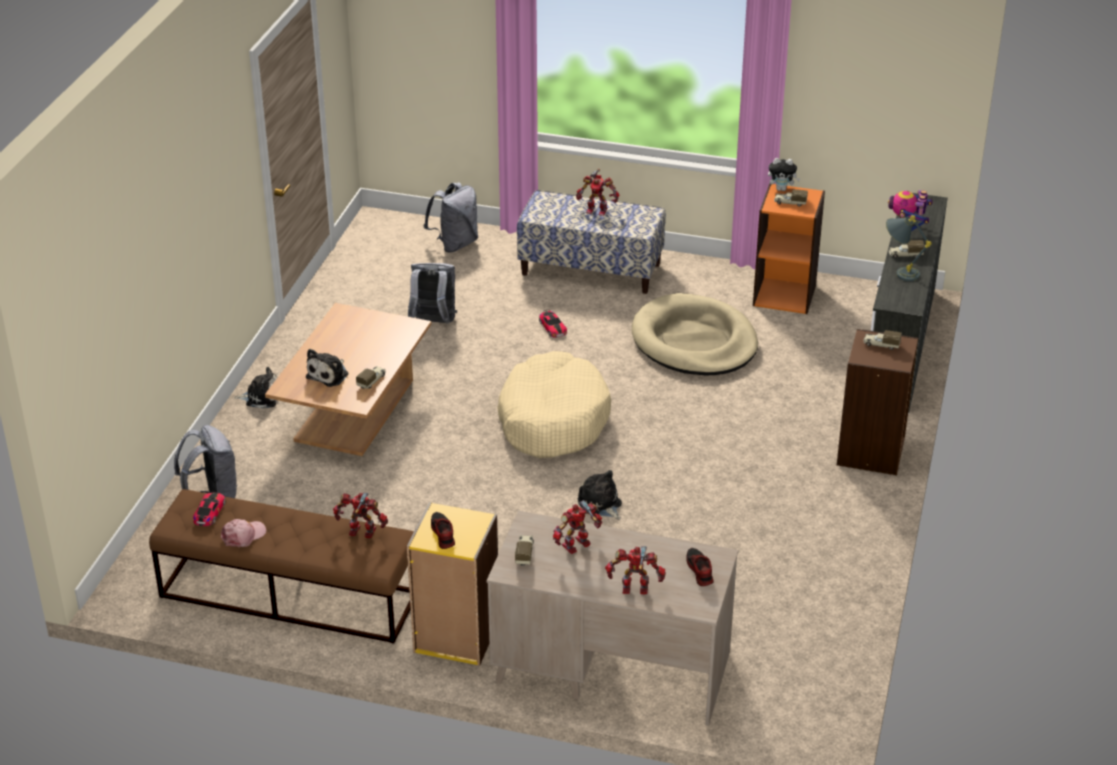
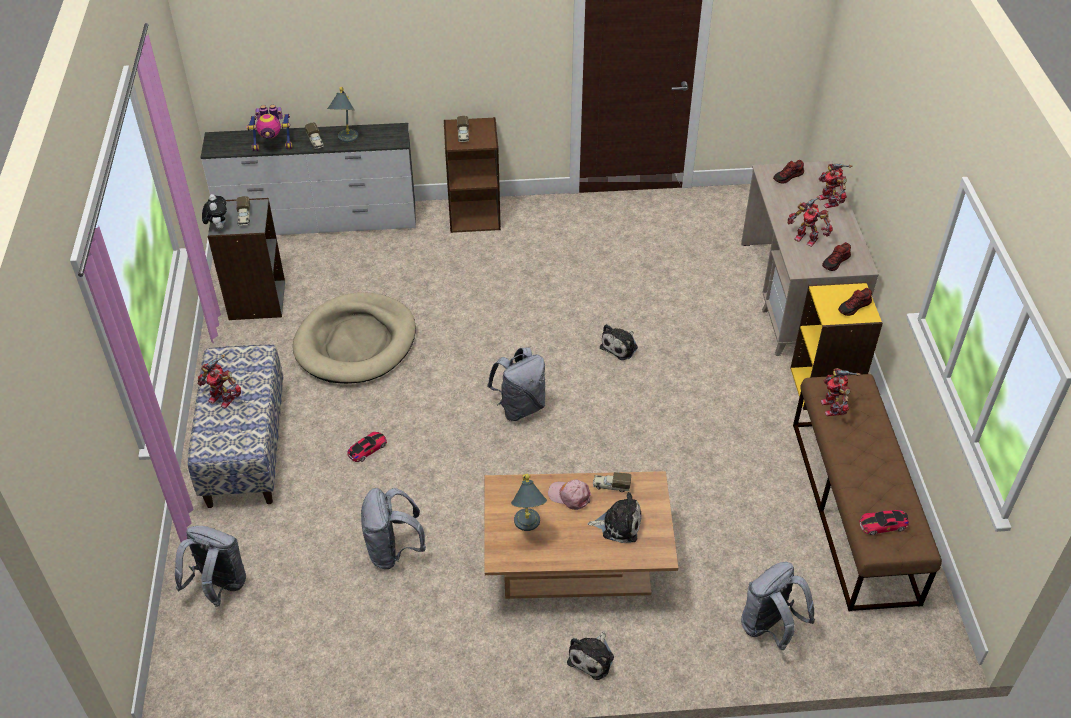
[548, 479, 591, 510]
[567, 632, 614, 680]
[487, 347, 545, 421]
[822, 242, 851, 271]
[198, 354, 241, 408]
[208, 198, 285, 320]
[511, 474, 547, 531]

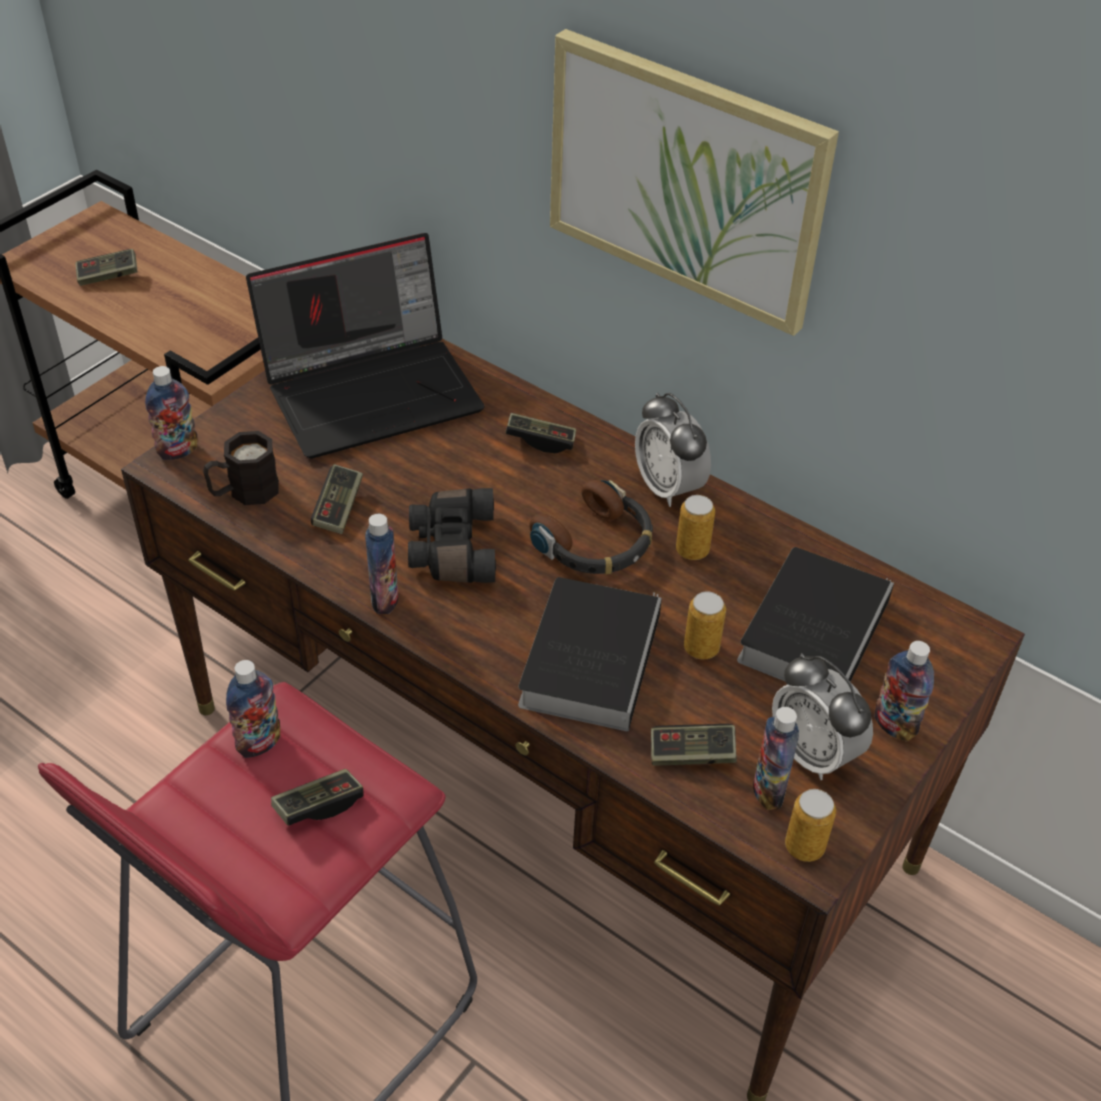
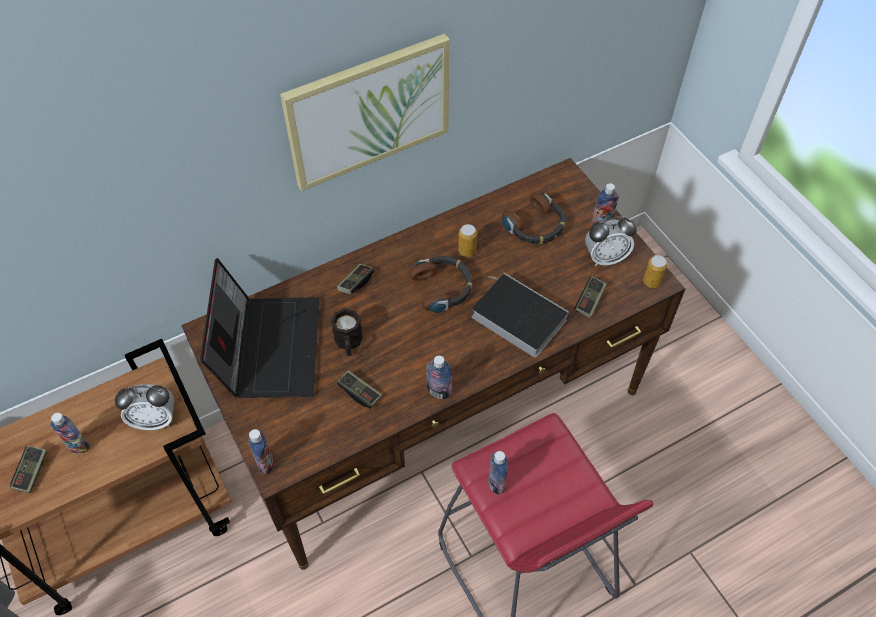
[331, 308, 363, 356]
[271, 769, 364, 826] (first image)
[408, 488, 496, 583] (first image)
[115, 384, 174, 430]
[684, 591, 726, 659] (first image)
[502, 192, 566, 244]
[50, 413, 90, 453]

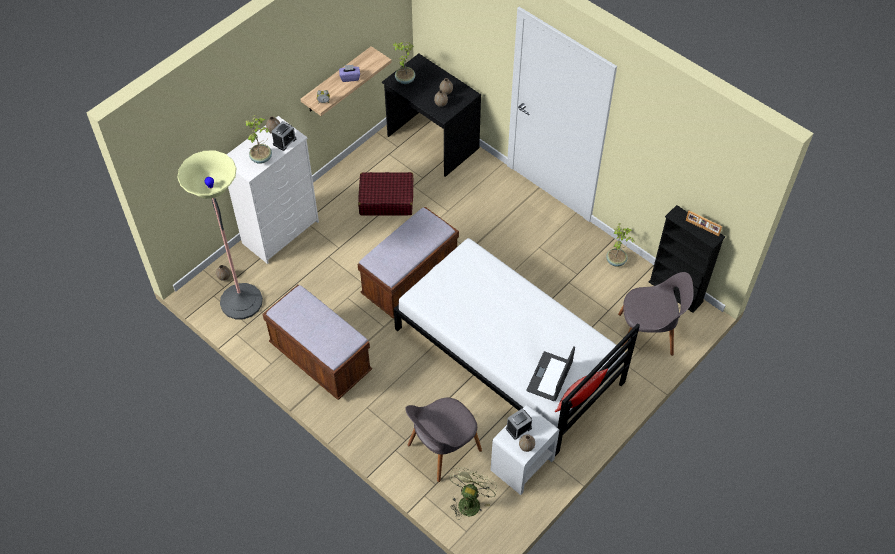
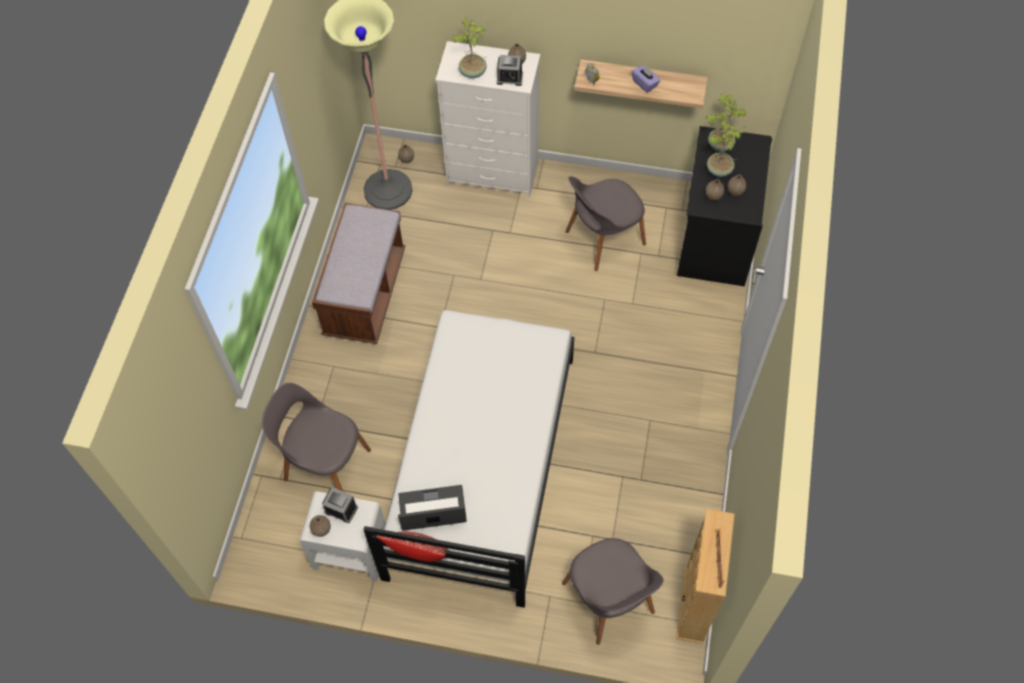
[357, 207, 459, 319] (first image)
[565, 176, 646, 271]
[449, 467, 498, 520] (first image)
[707, 120, 746, 177]
[676, 509, 735, 644]

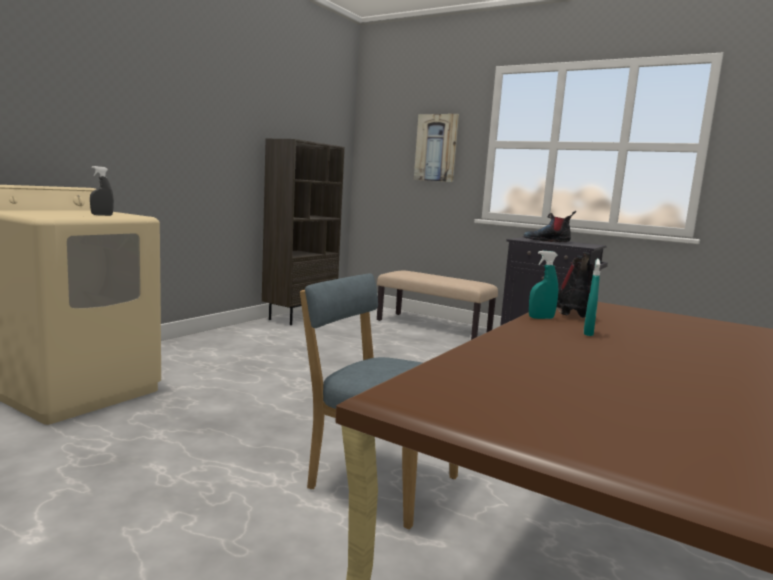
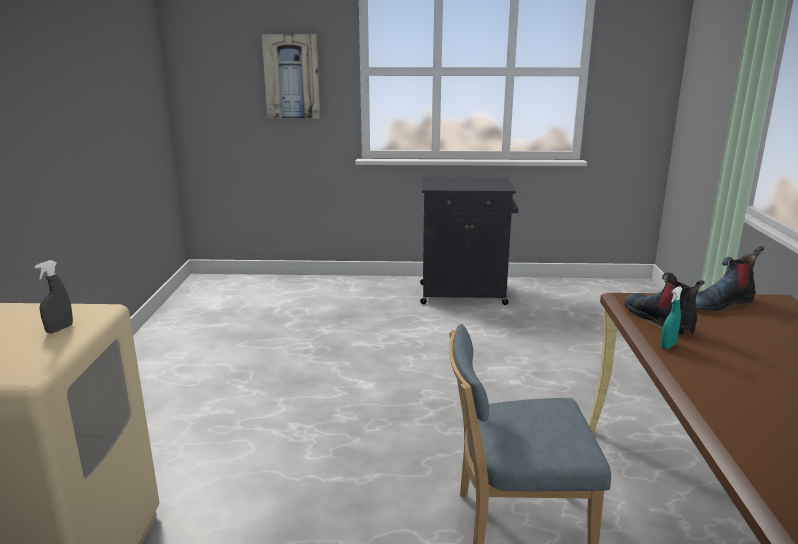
[262, 139, 345, 325] (first image)
[377, 270, 498, 340] (first image)
[696, 246, 764, 311]
[584, 259, 600, 336] (first image)

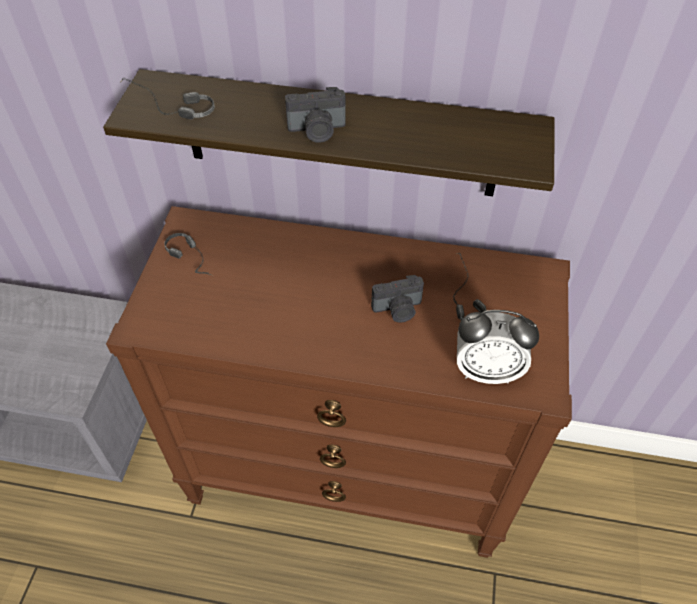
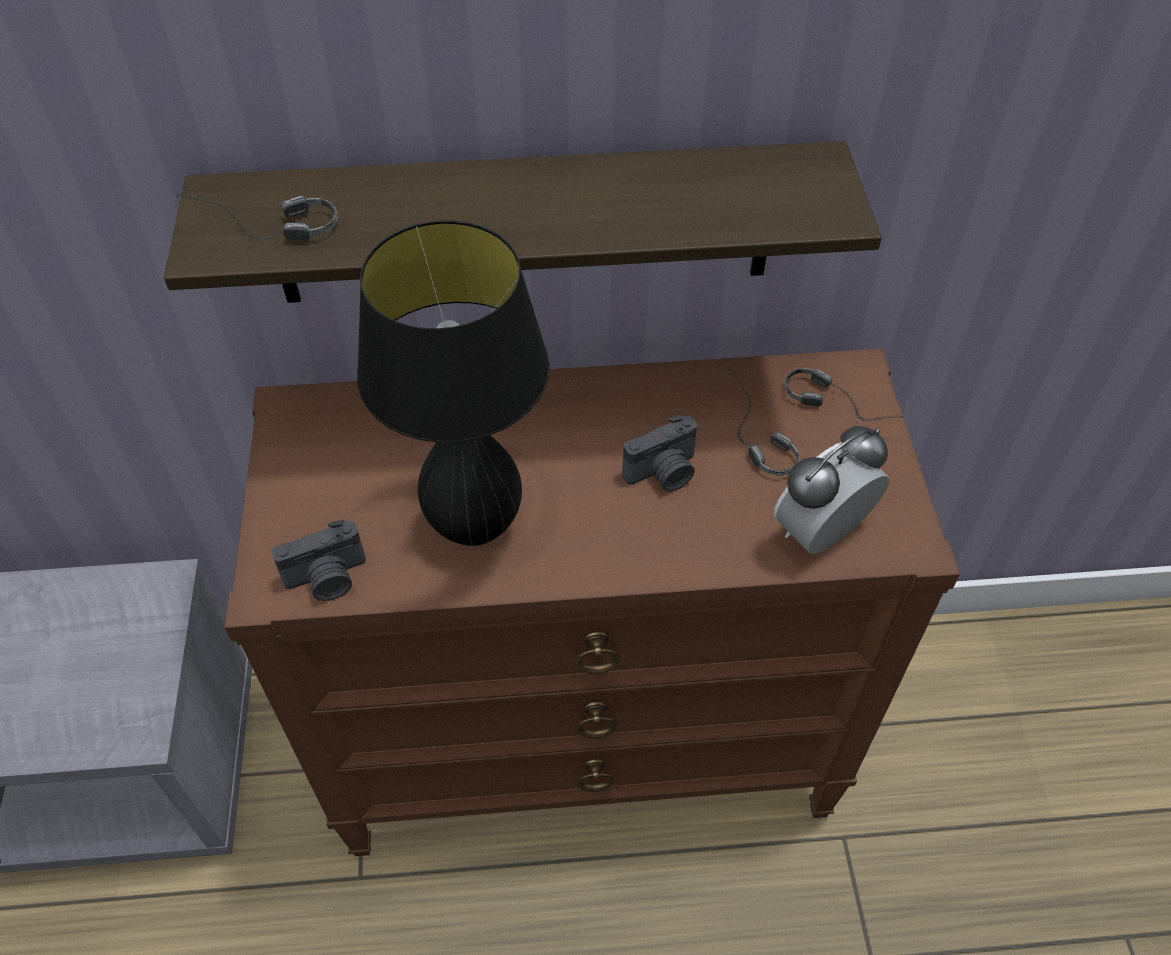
[784, 368, 905, 421]
[271, 519, 366, 601]
[773, 426, 889, 554]
[357, 220, 550, 546]

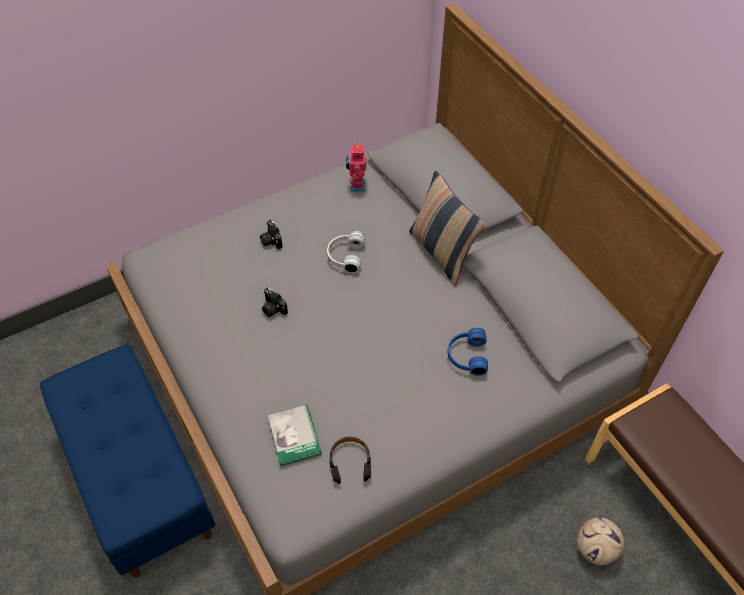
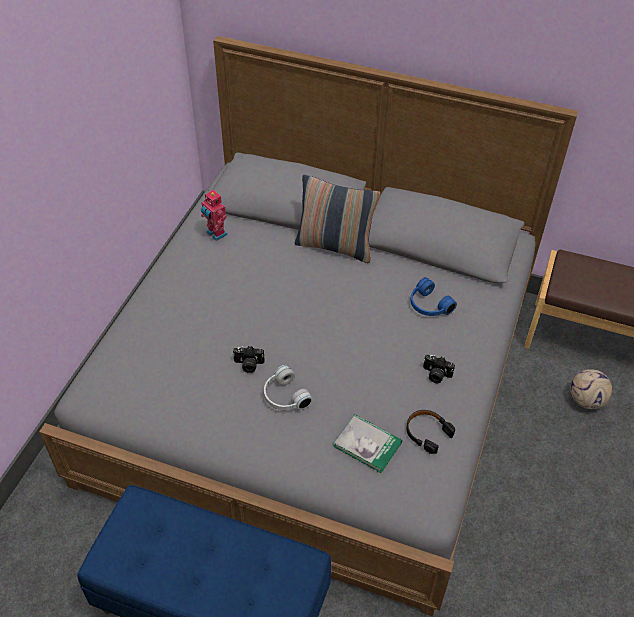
[423, 355, 455, 383]
[264, 365, 313, 410]

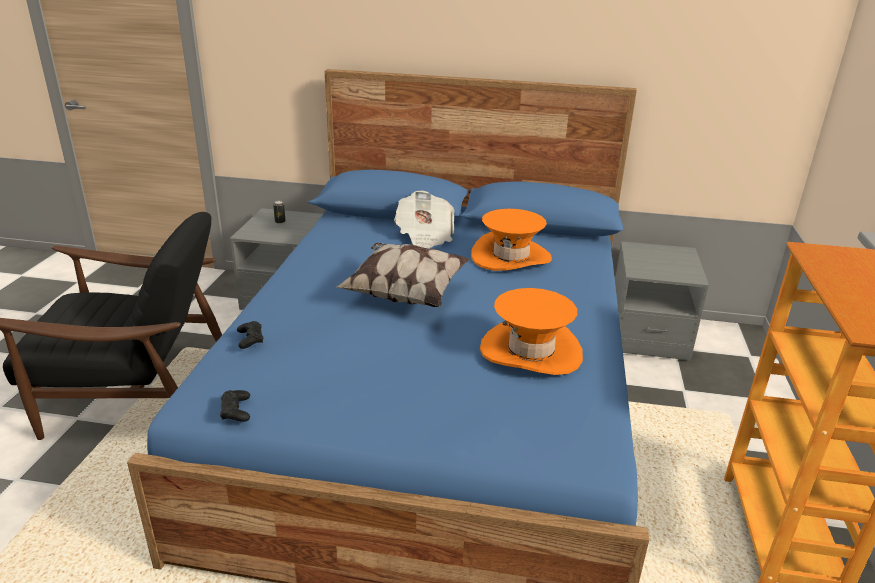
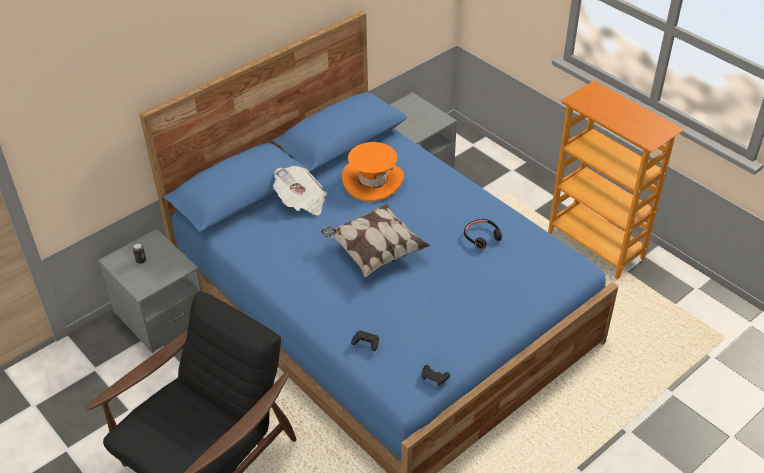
[464, 219, 502, 249]

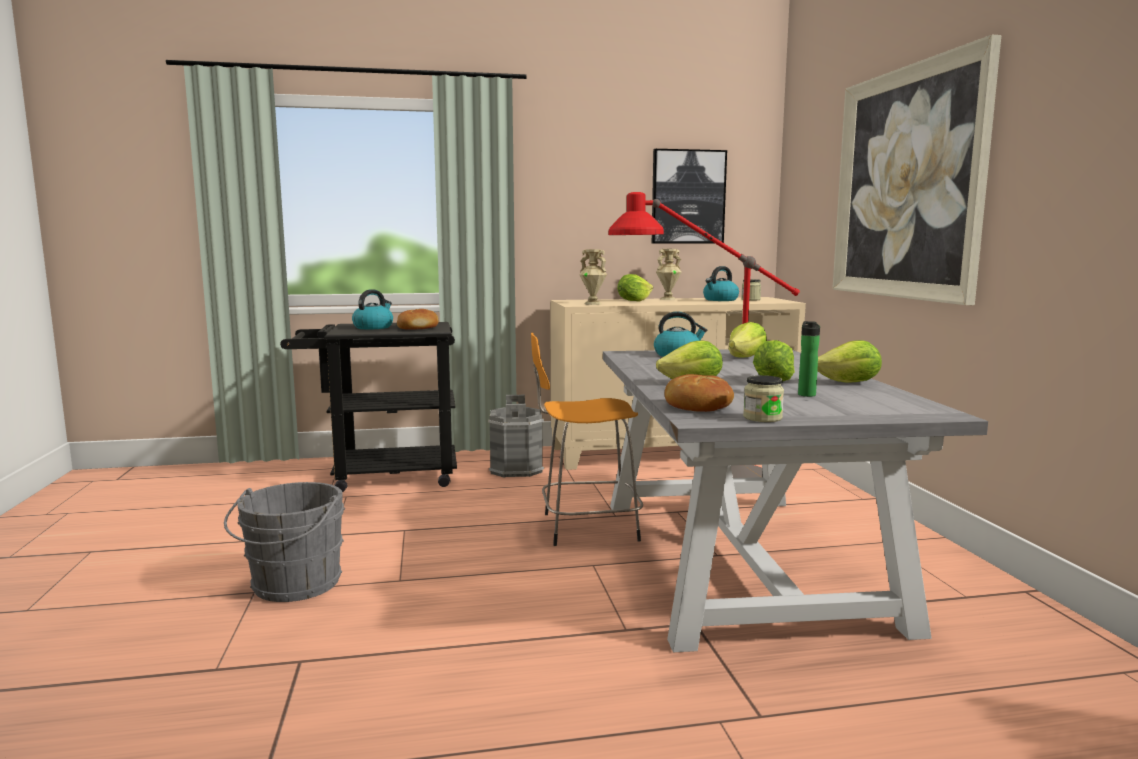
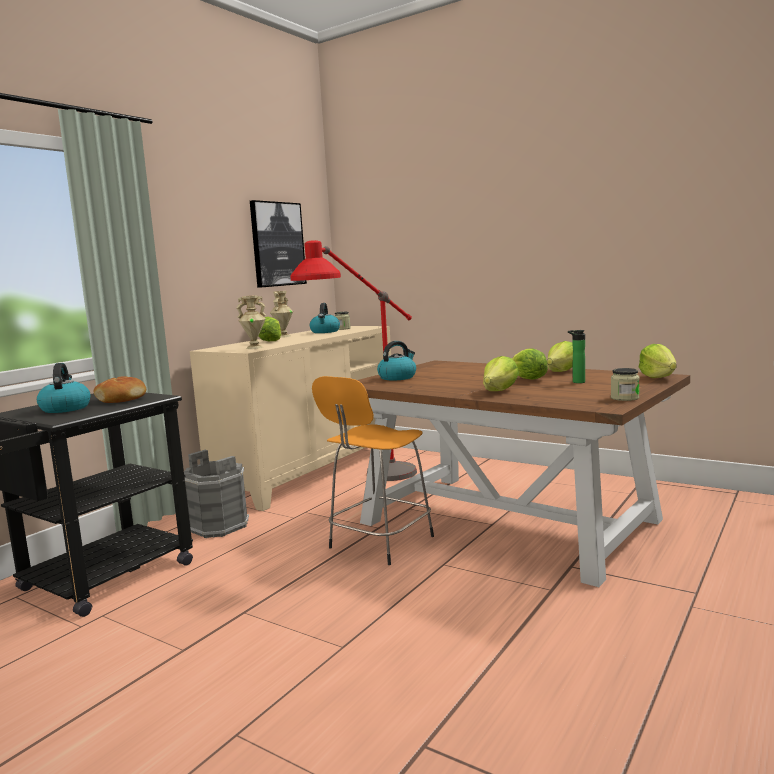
[224, 482, 345, 602] (first image)
[357, 360, 690, 587]
[665, 374, 734, 412] (first image)
[639, 344, 676, 378]
[832, 35, 1001, 305] (first image)

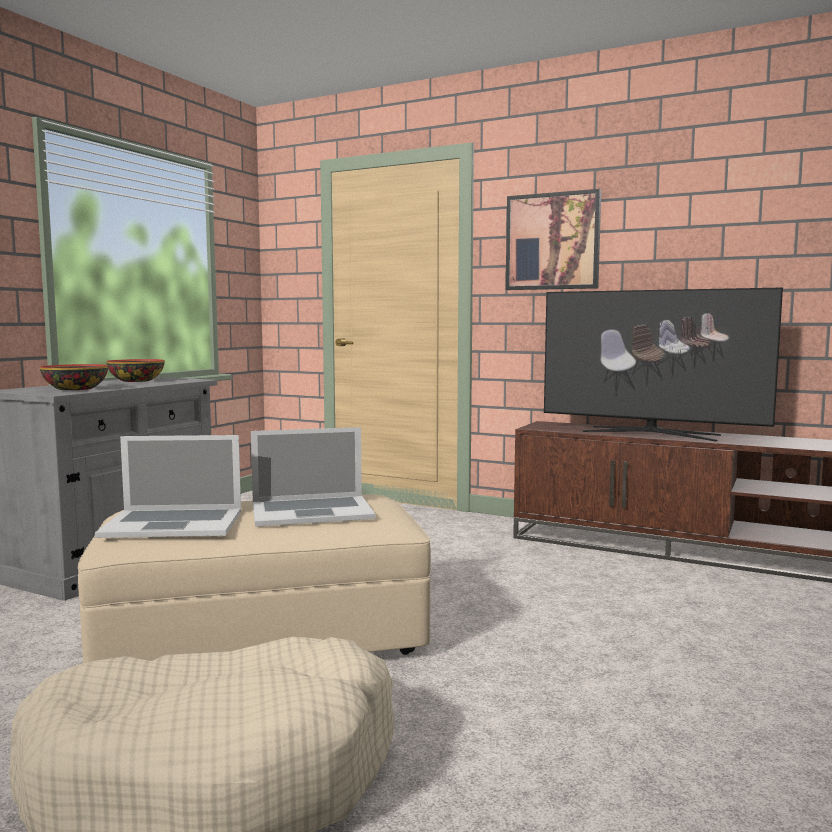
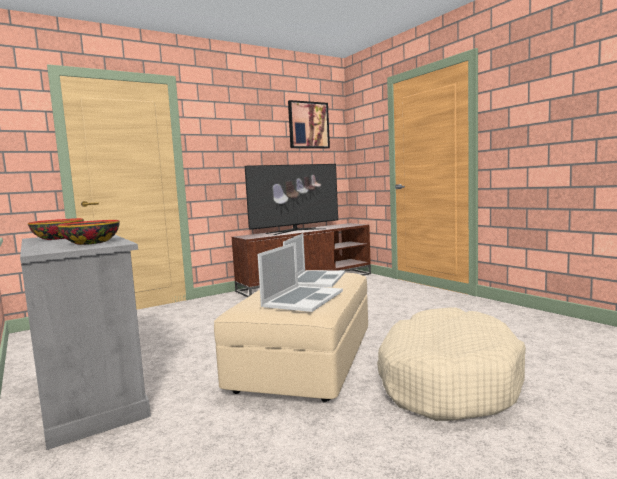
[288, 100, 330, 148]

